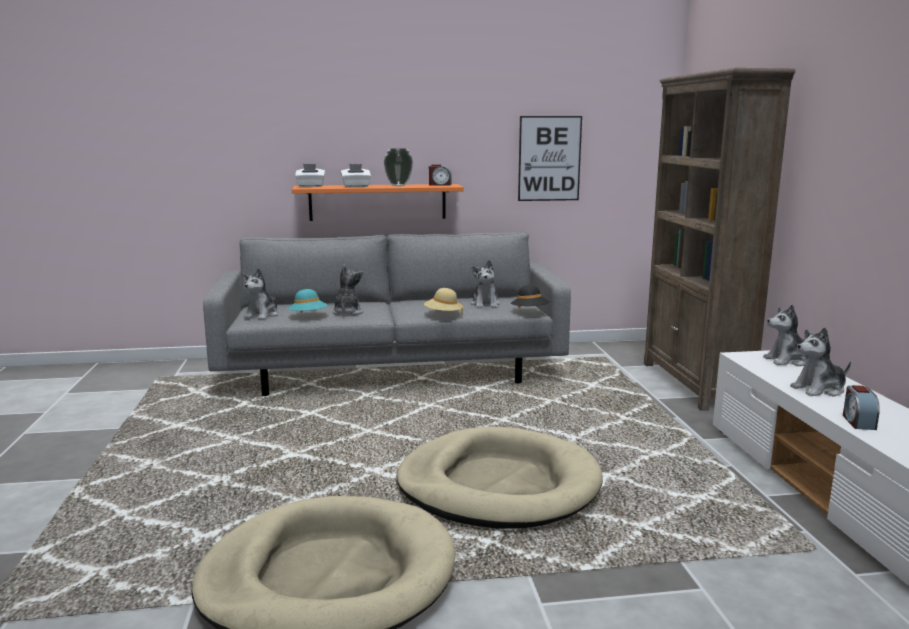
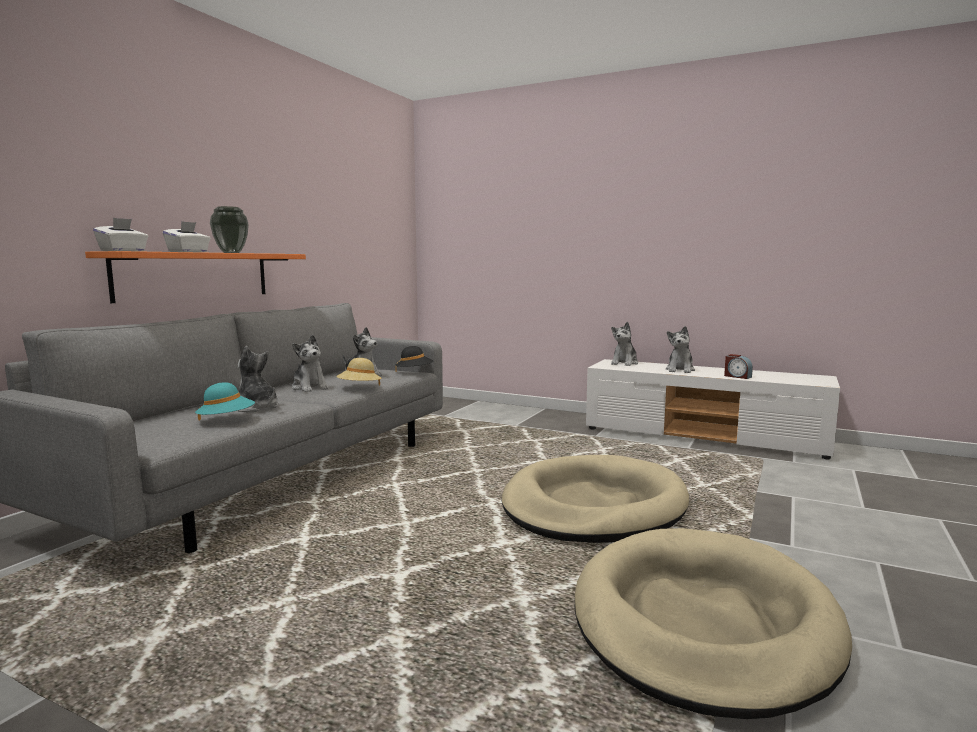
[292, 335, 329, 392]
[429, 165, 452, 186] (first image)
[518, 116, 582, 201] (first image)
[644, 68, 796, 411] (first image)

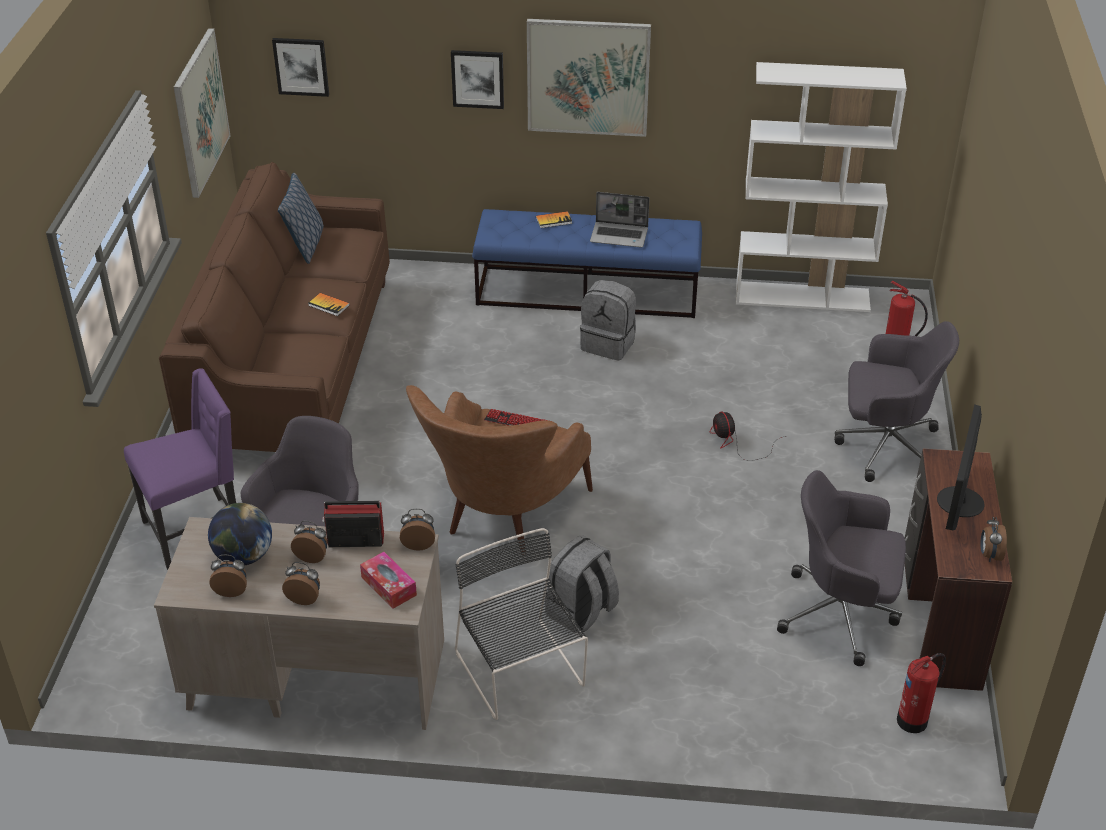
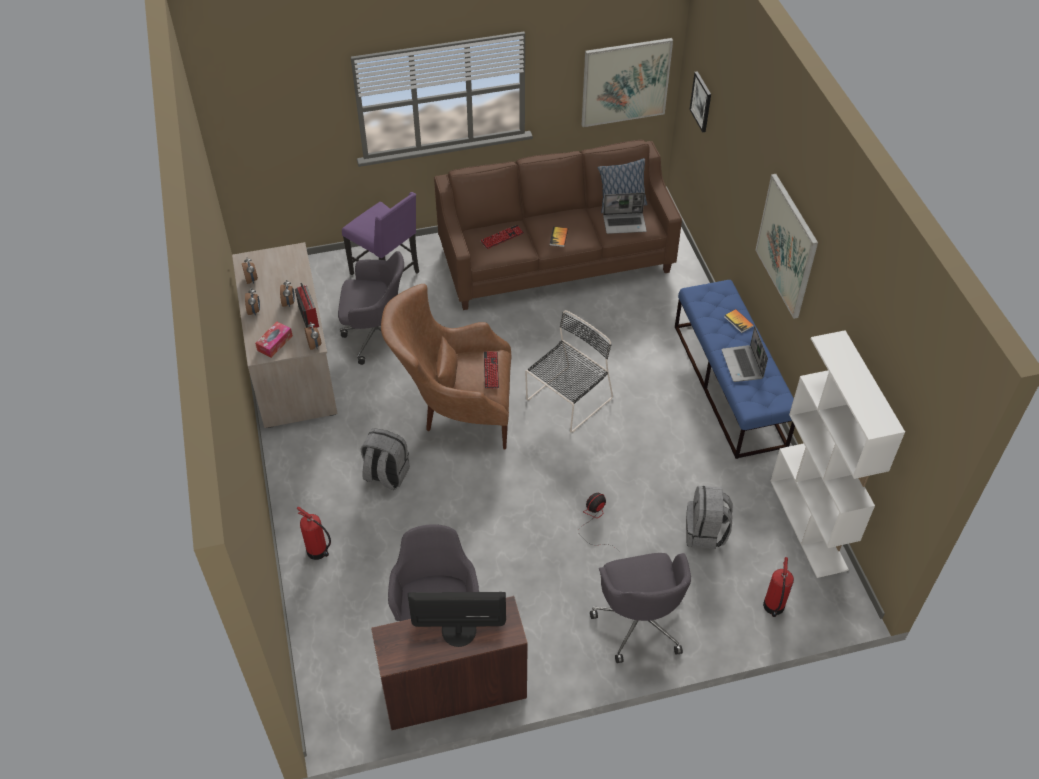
[208, 503, 272, 565] (first image)
[451, 50, 504, 109] (first image)
[525, 310, 613, 433]
[686, 486, 733, 549]
[296, 507, 331, 560]
[981, 517, 1007, 562] (first image)
[480, 225, 524, 249]
[603, 193, 647, 234]

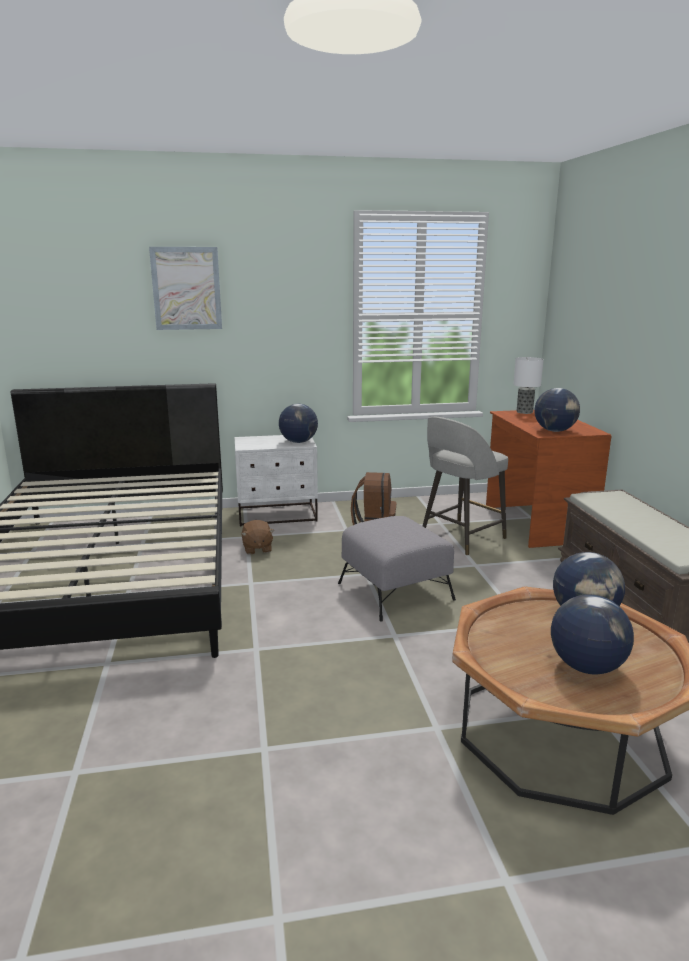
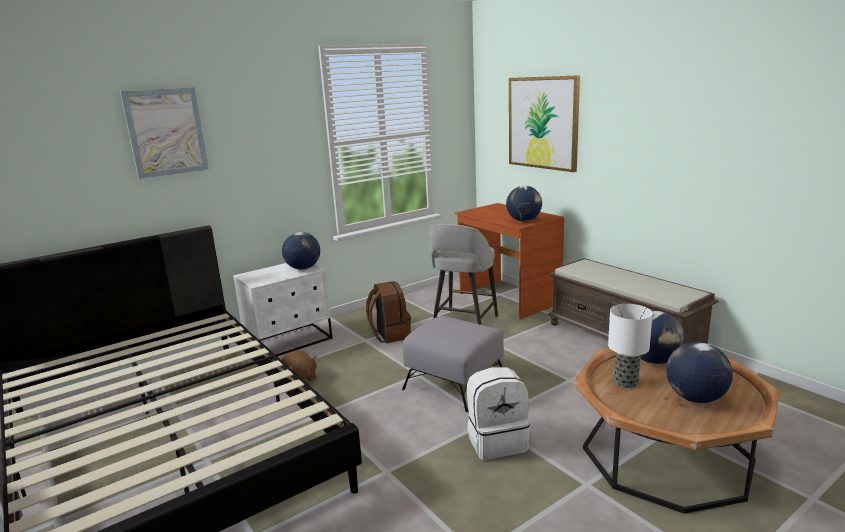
[608, 304, 653, 388]
[467, 367, 530, 460]
[509, 75, 580, 172]

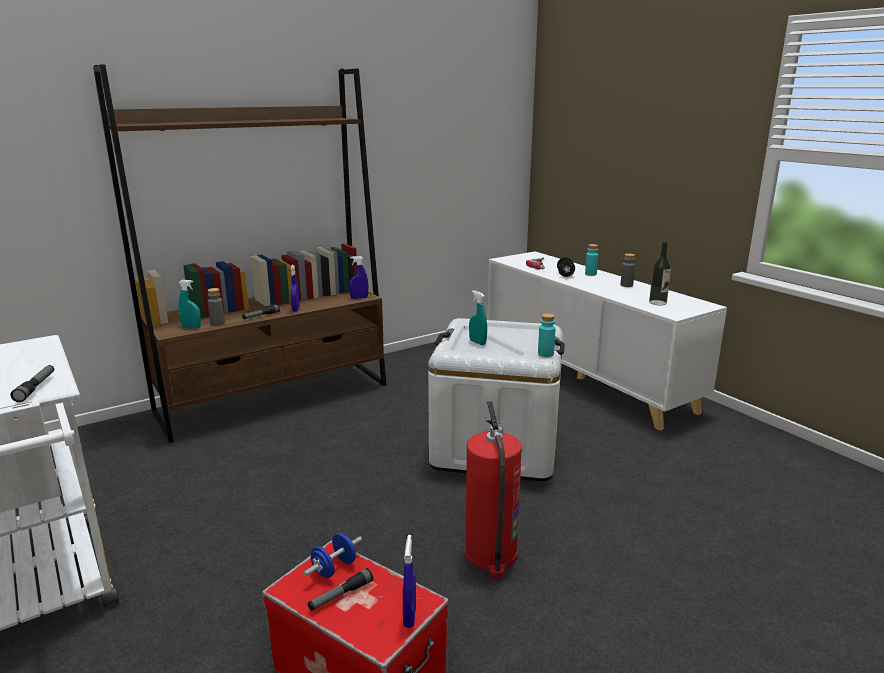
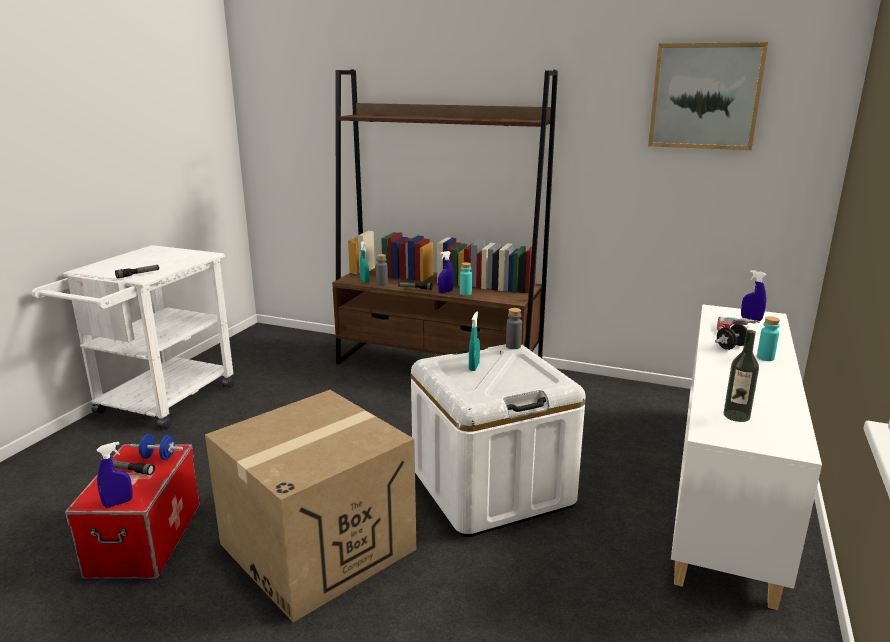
[741, 270, 766, 321]
[205, 390, 416, 623]
[460, 262, 472, 295]
[506, 308, 522, 349]
[648, 42, 768, 150]

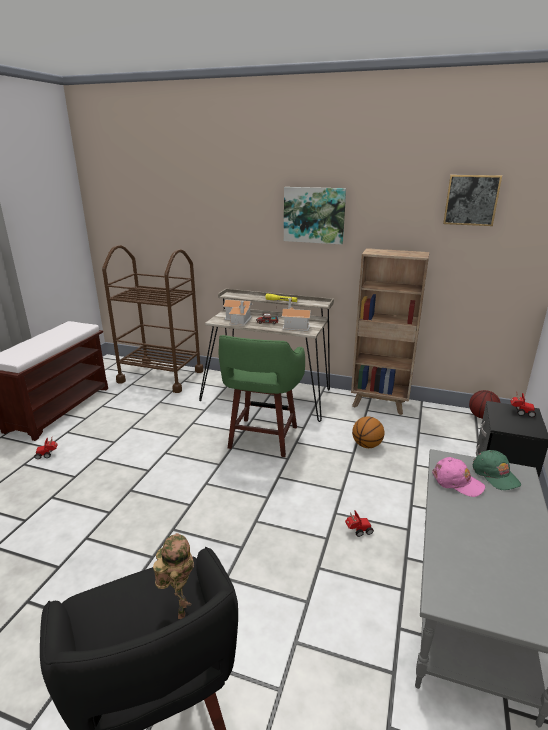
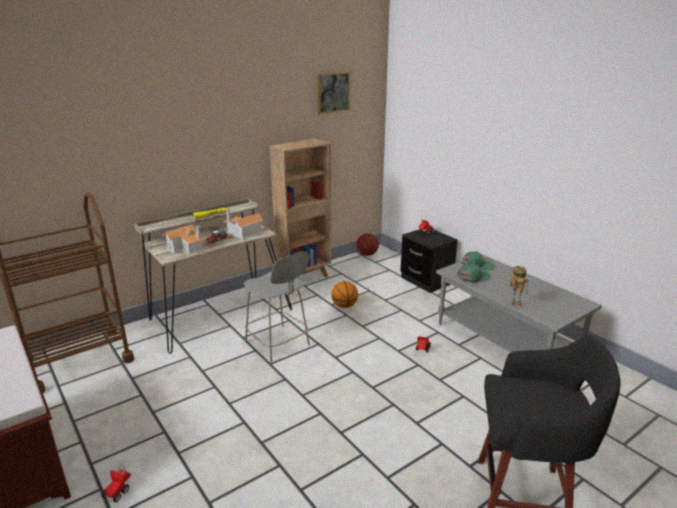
[510, 266, 528, 307]
[244, 251, 310, 363]
[284, 187, 346, 245] (first image)
[457, 263, 491, 283]

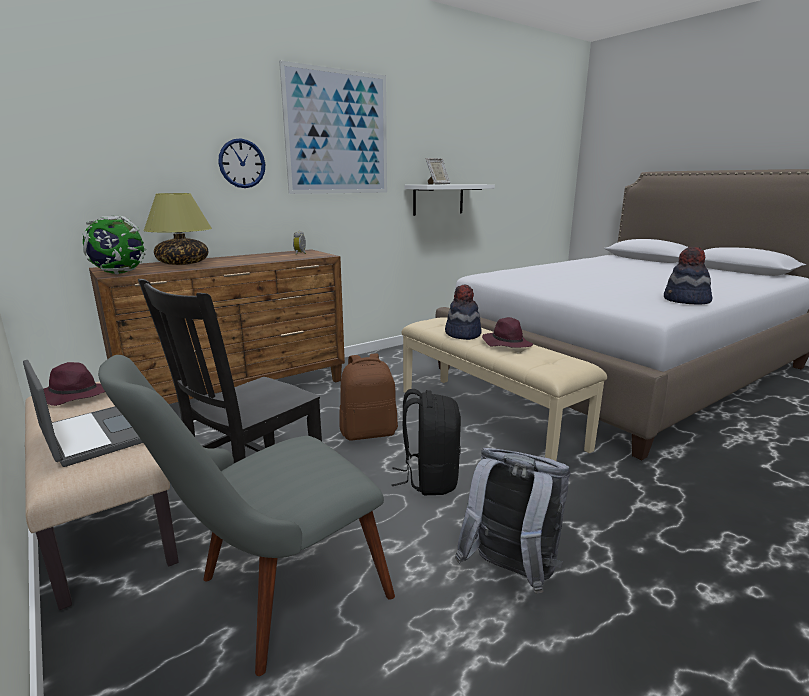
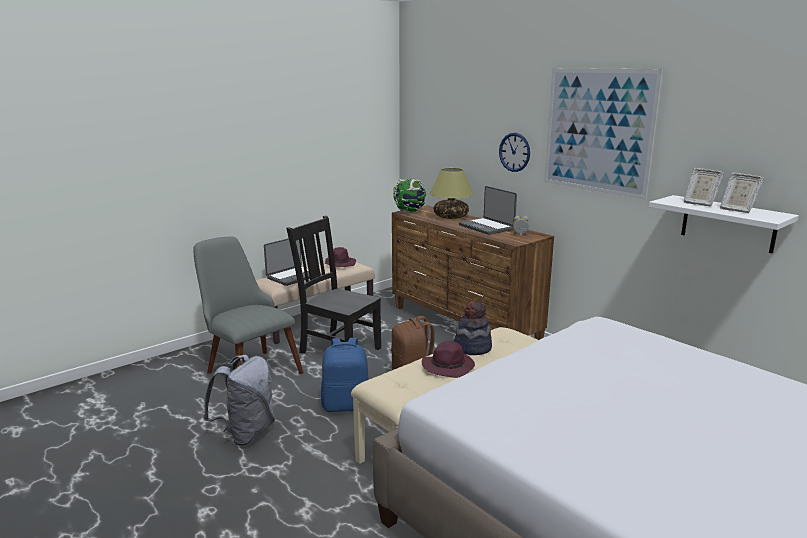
[321, 338, 369, 412]
[664, 247, 712, 305] (first image)
[459, 186, 517, 235]
[720, 173, 764, 213]

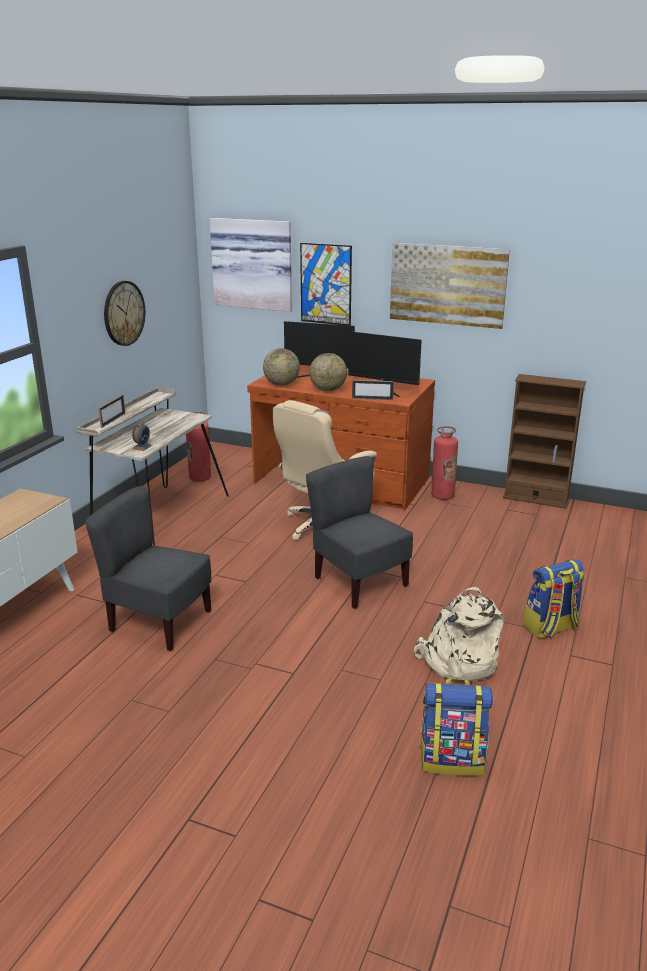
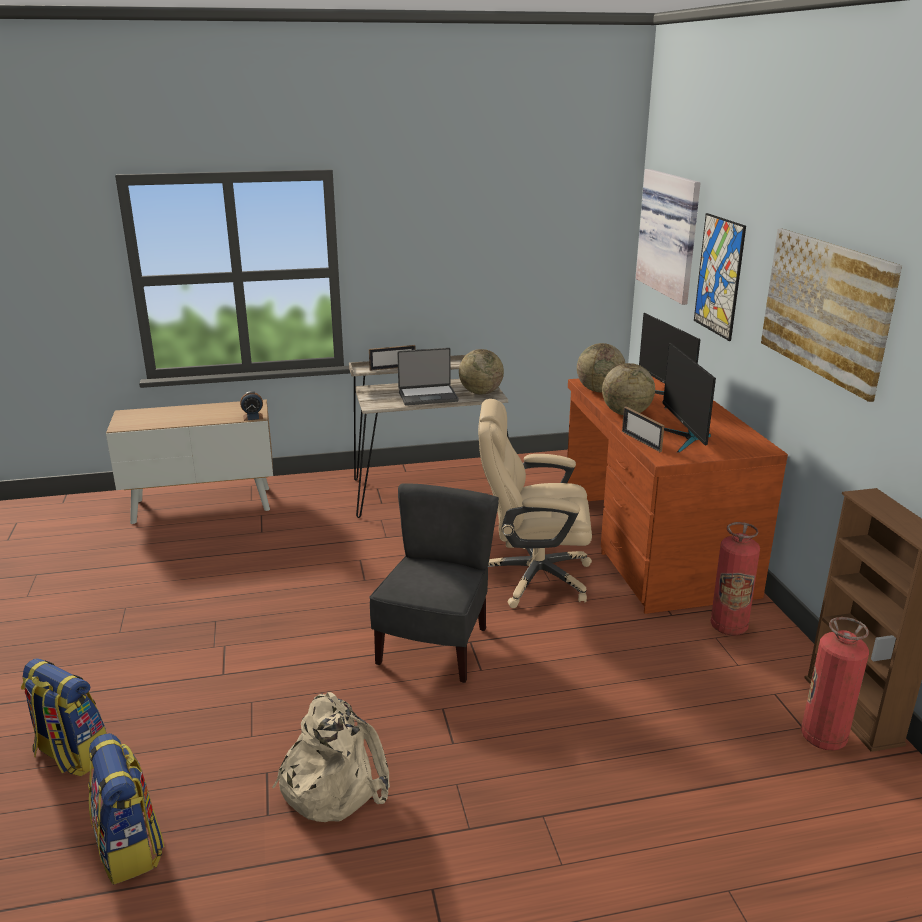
[85, 486, 211, 651] (first image)
[104, 281, 145, 346] (first image)
[240, 391, 263, 421]
[801, 617, 869, 750]
[21, 658, 107, 776]
[397, 348, 459, 406]
[459, 349, 504, 395]

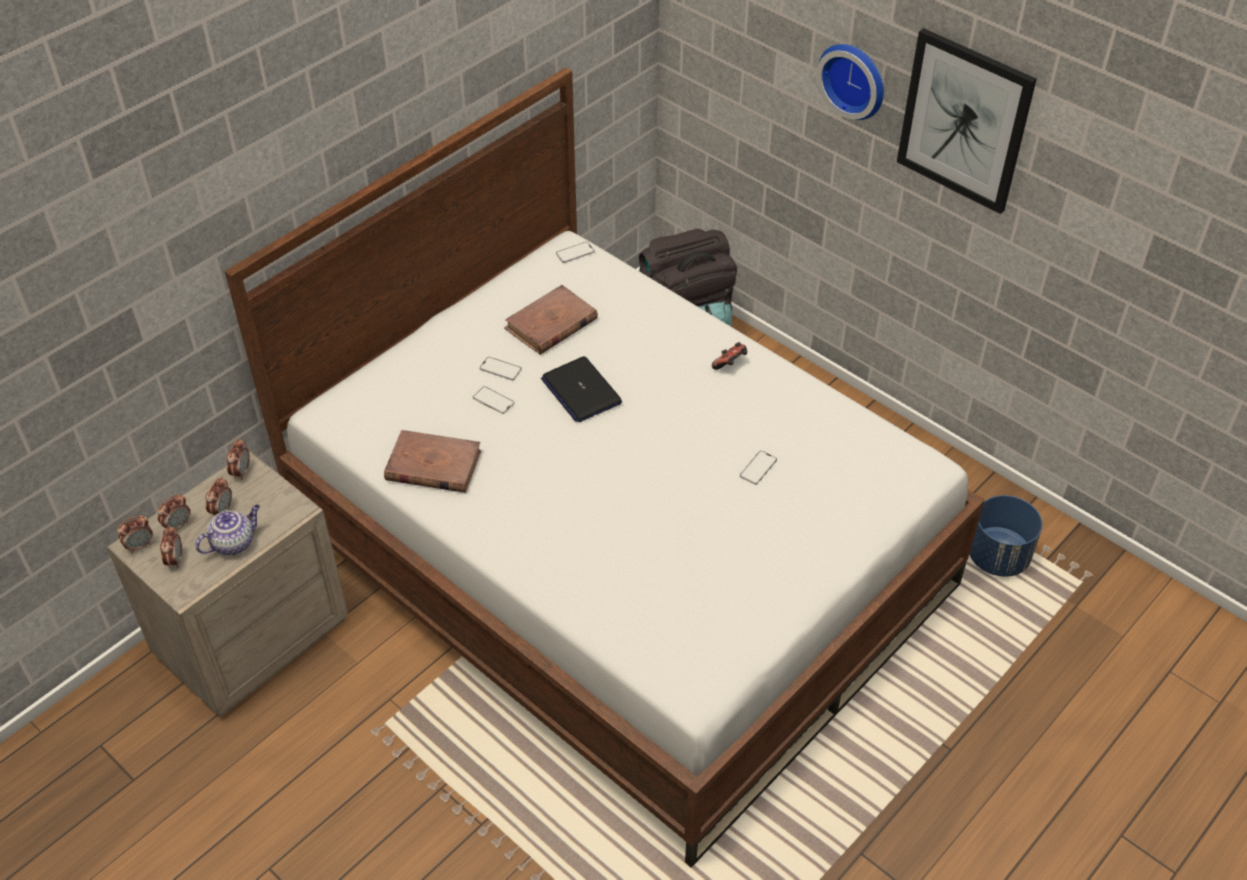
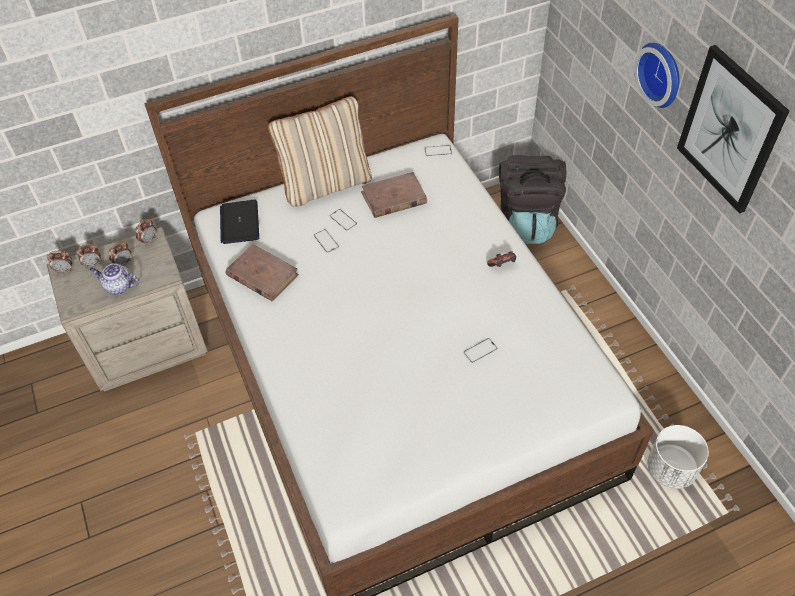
[160, 525, 182, 568] (first image)
[90, 263, 139, 295]
[220, 200, 259, 244]
[647, 425, 709, 489]
[268, 96, 372, 206]

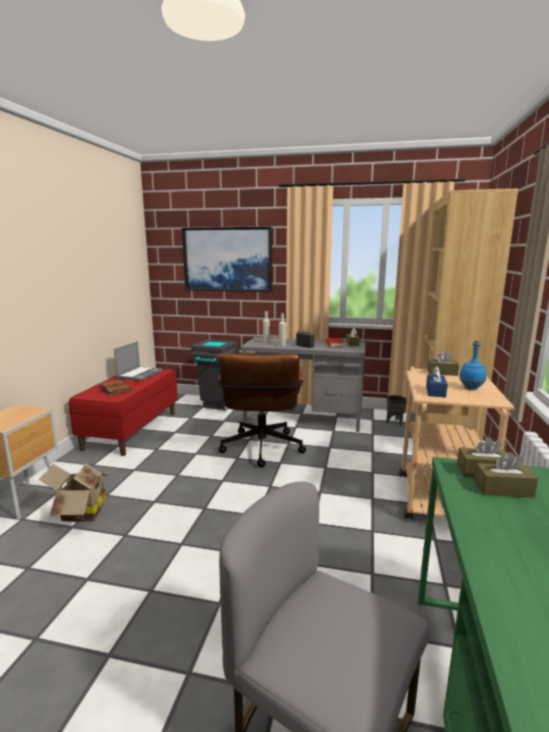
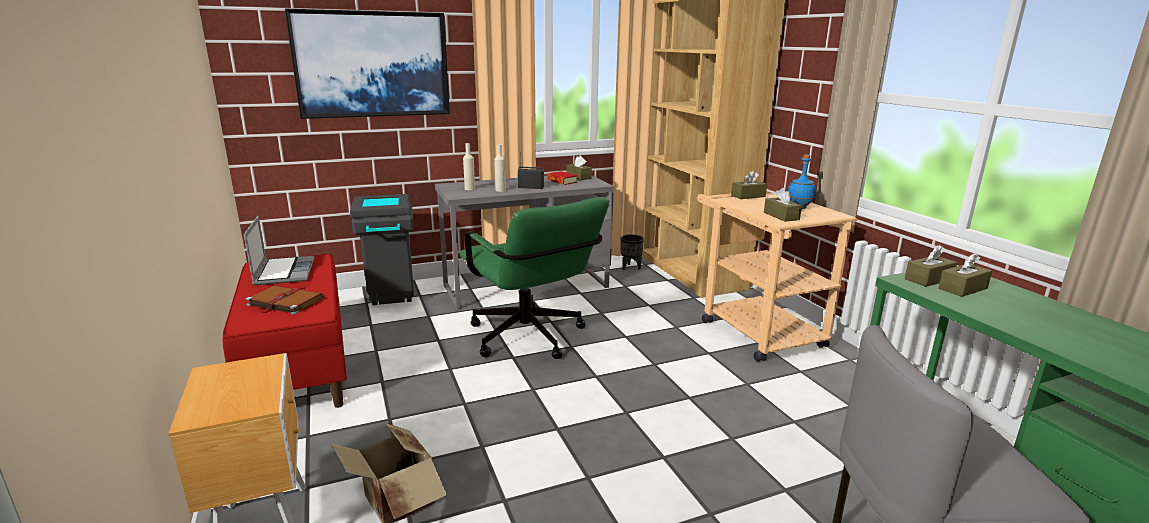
[460, 197, 610, 359]
[764, 188, 802, 222]

